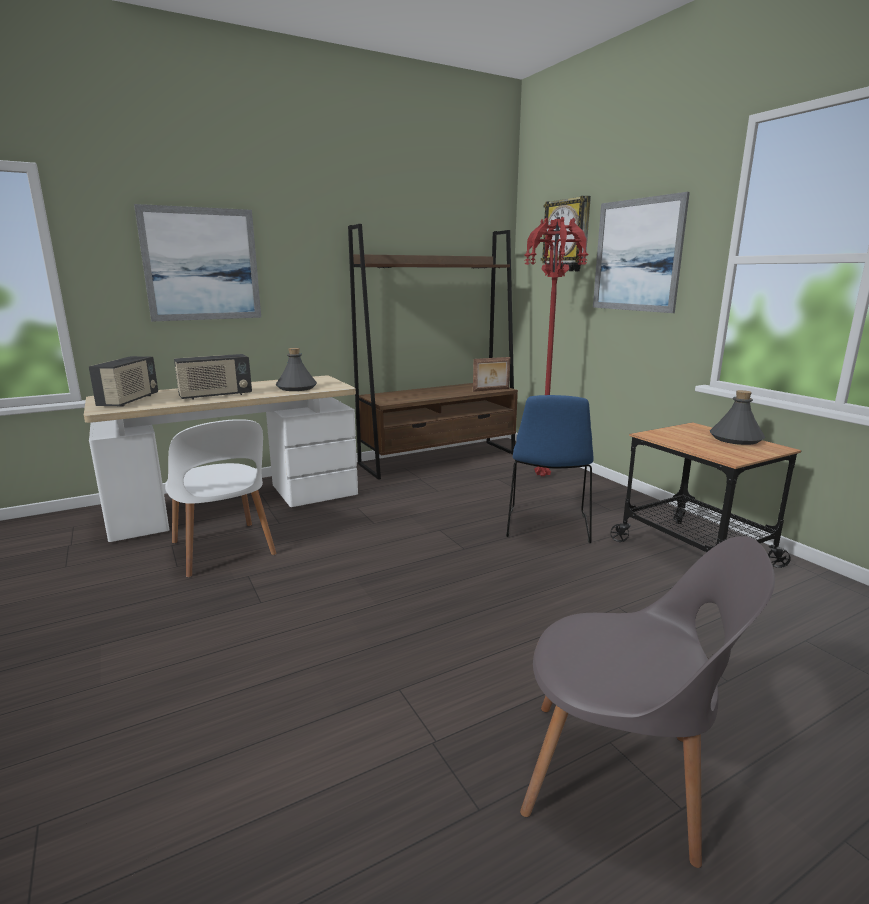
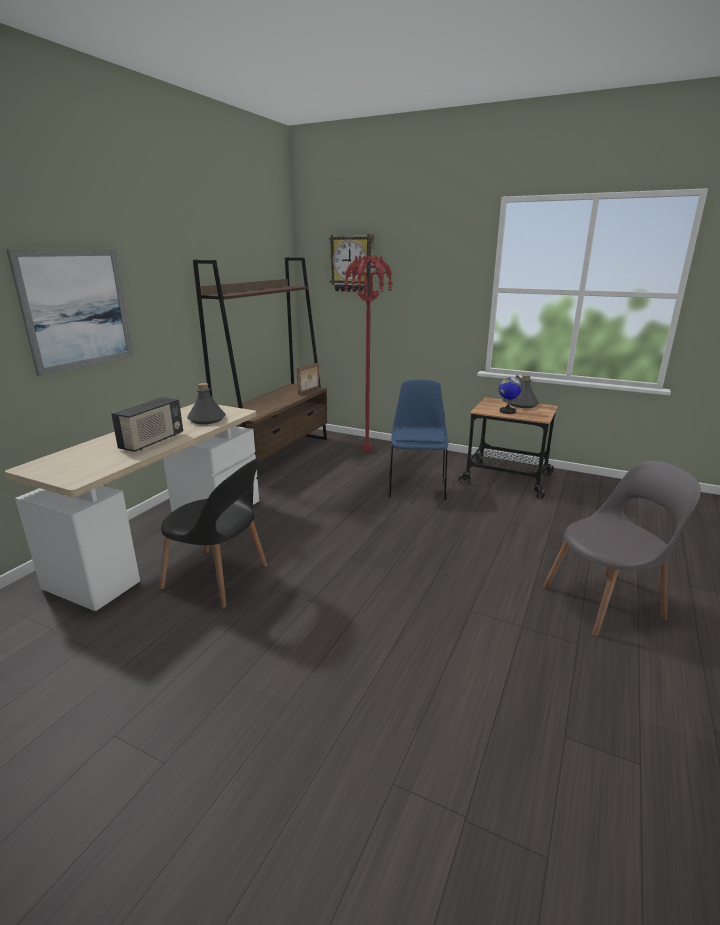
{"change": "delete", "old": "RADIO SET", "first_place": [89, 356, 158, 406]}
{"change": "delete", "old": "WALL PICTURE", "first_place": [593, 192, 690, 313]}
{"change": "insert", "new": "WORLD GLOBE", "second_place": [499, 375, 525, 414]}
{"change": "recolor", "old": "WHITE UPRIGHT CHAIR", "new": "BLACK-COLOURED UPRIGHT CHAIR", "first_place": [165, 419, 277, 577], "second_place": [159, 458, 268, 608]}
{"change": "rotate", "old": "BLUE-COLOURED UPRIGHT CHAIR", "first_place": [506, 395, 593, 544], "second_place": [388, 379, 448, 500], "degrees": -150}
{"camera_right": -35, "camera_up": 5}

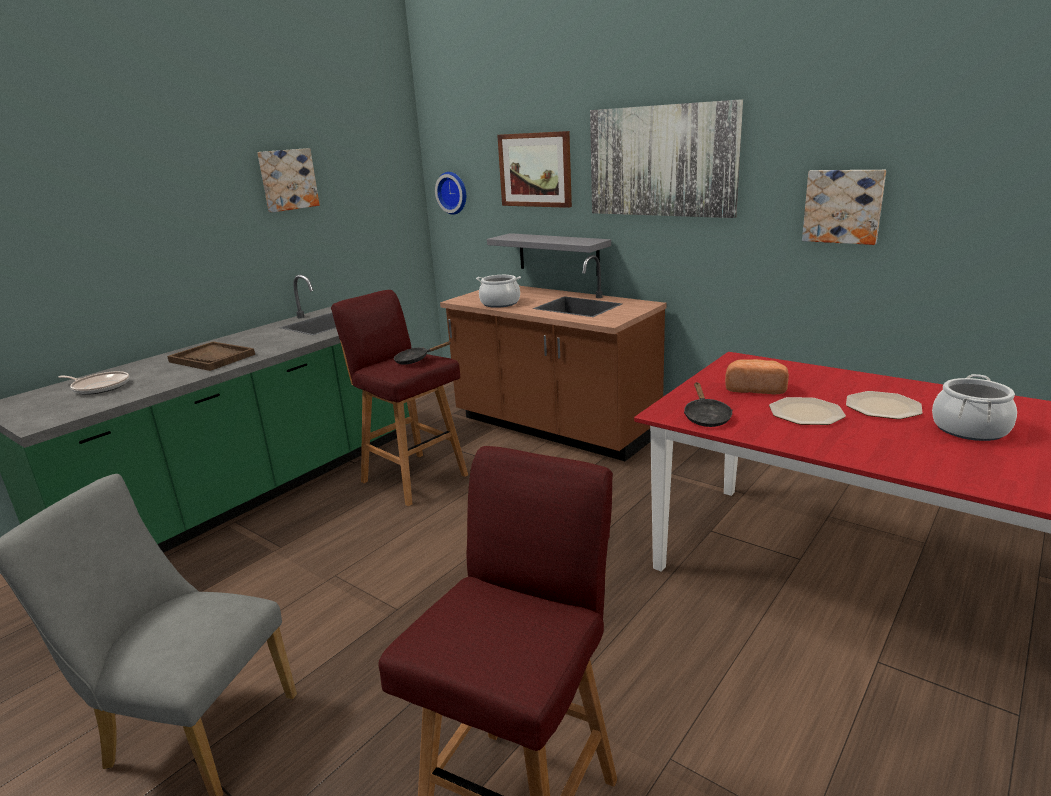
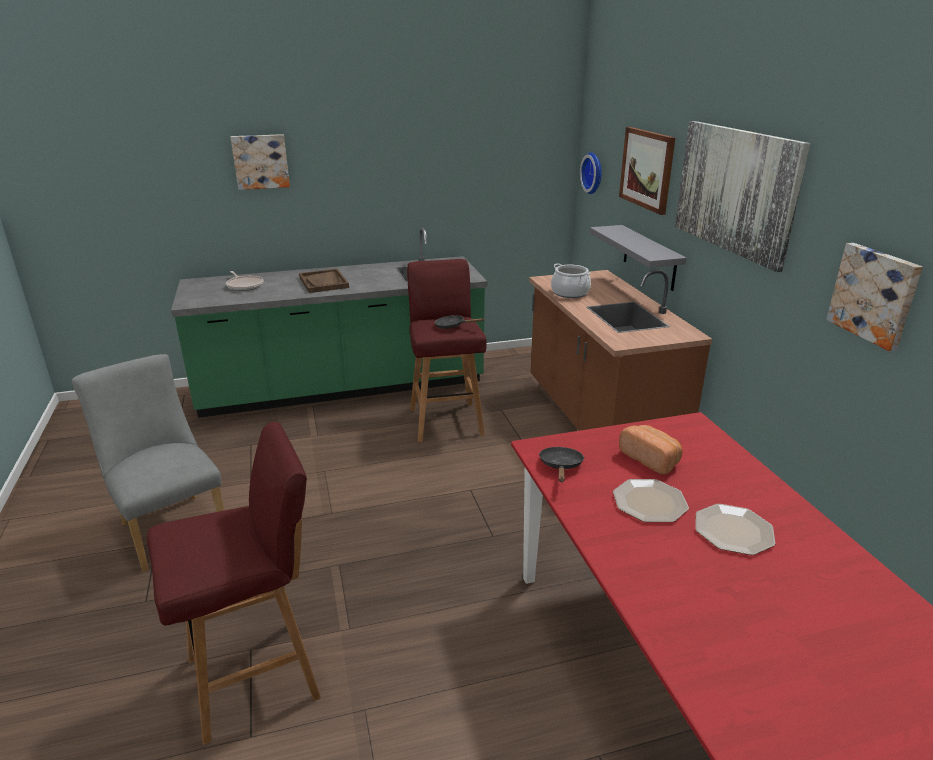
{"change": "delete", "old": "STOCKPOT", "first_place": [932, 374, 1017, 441]}
{"change": "move", "old": "WALL PICTURE", "first_place": [257, 148, 320, 213], "second_place": [231, 134, 290, 190]}
{"change": "rotate", "old": "BLACK-COLOURED FRYING PAN", "first_place": [684, 382, 732, 427], "second_place": [539, 447, 585, 482], "degrees": 150}
{"camera_right": 35, "camera_up": 5}

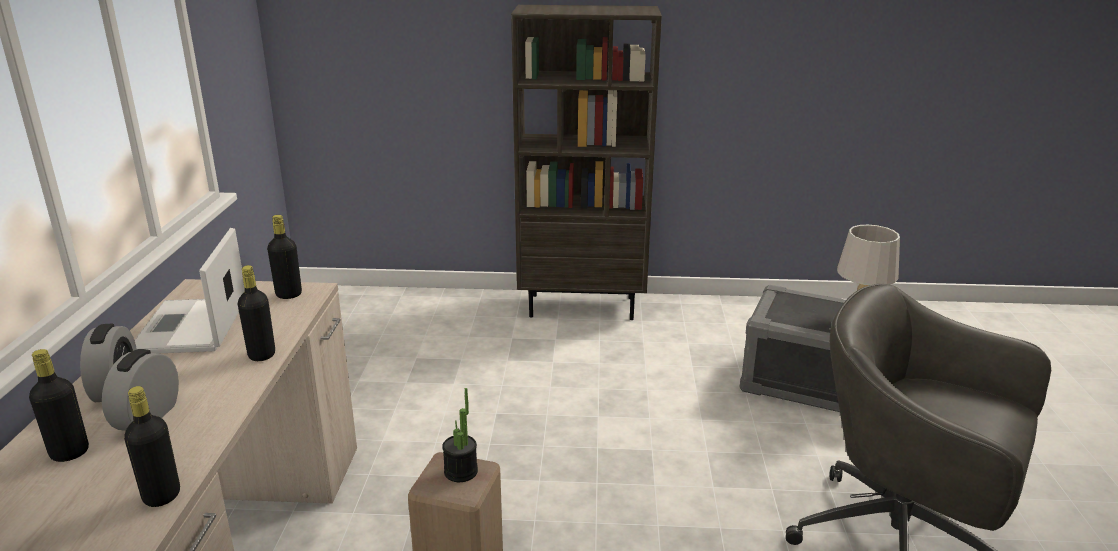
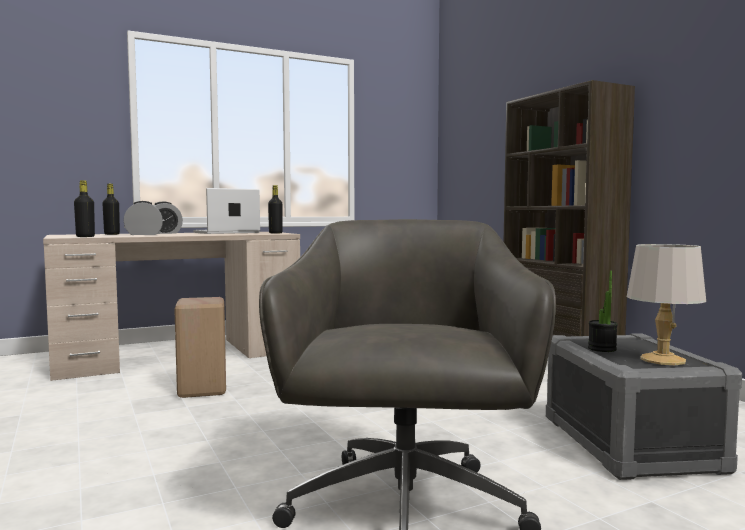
{"change": "delete", "old": "BLACK-COLOURED BEVERAGE BOTTLE", "first_place": [238, 265, 275, 361]}
{"change": "move", "old": "POTTED PLANT", "first_place": [442, 388, 478, 482], "second_place": [588, 271, 618, 352]}
{"camera_right": 60, "camera_up": -20}

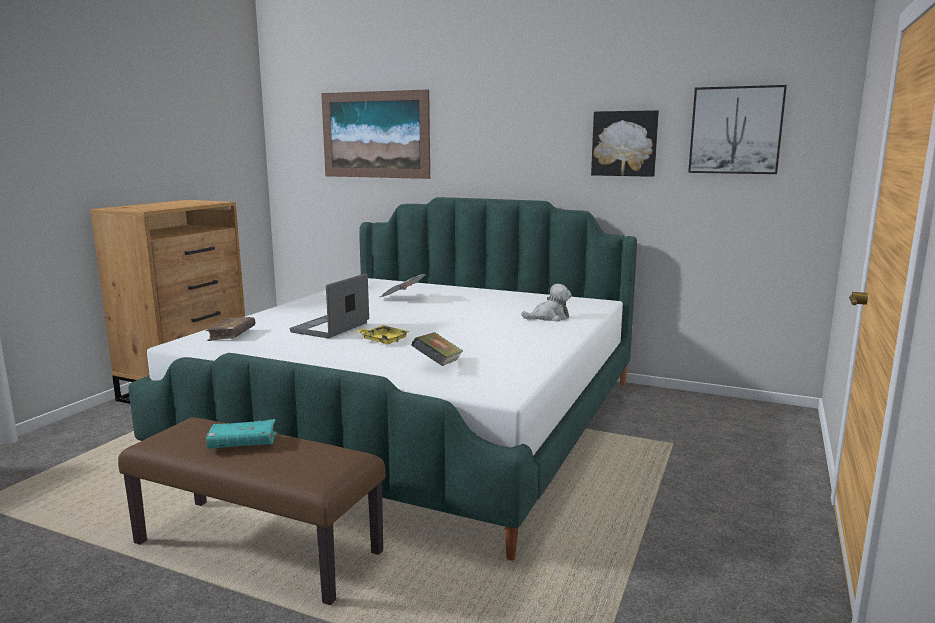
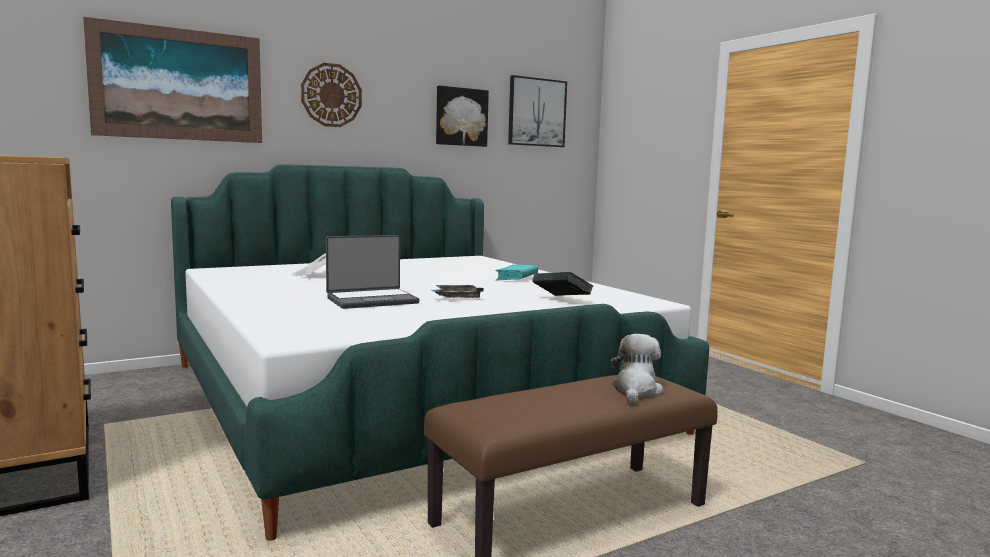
{"change": "delete", "old": "BROWN-COLOURED VOLUME", "first_place": [206, 317, 255, 341]}
{"change": "insert", "new": "HANGING CLOCK", "second_place": [301, 63, 362, 127]}
{"change": "move", "old": "TURQUOISE VOLUME", "first_place": [206, 419, 277, 449], "second_place": [495, 264, 538, 281]}
{"change": "move", "old": "CUDDLY TOY", "first_place": [522, 284, 572, 322], "second_place": [610, 334, 663, 403]}
{"change": "recolor", "old": "YELLOW-COLOURED TRAY", "new": "GREYISH TRAY", "first_place": [357, 325, 410, 344], "second_place": [431, 285, 483, 298]}
{"change": "rotate", "old": "LAPTOP", "first_place": [290, 274, 369, 338], "second_place": [326, 235, 420, 309], "degrees": -90}
{"camera_right": -55, "camera_up": -5}

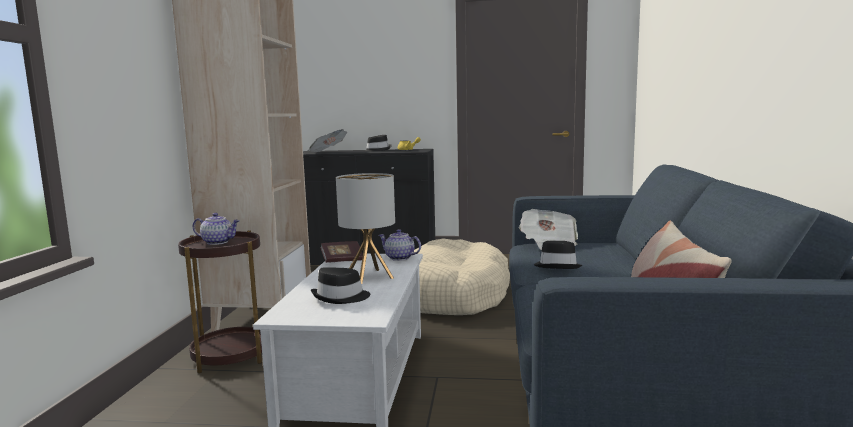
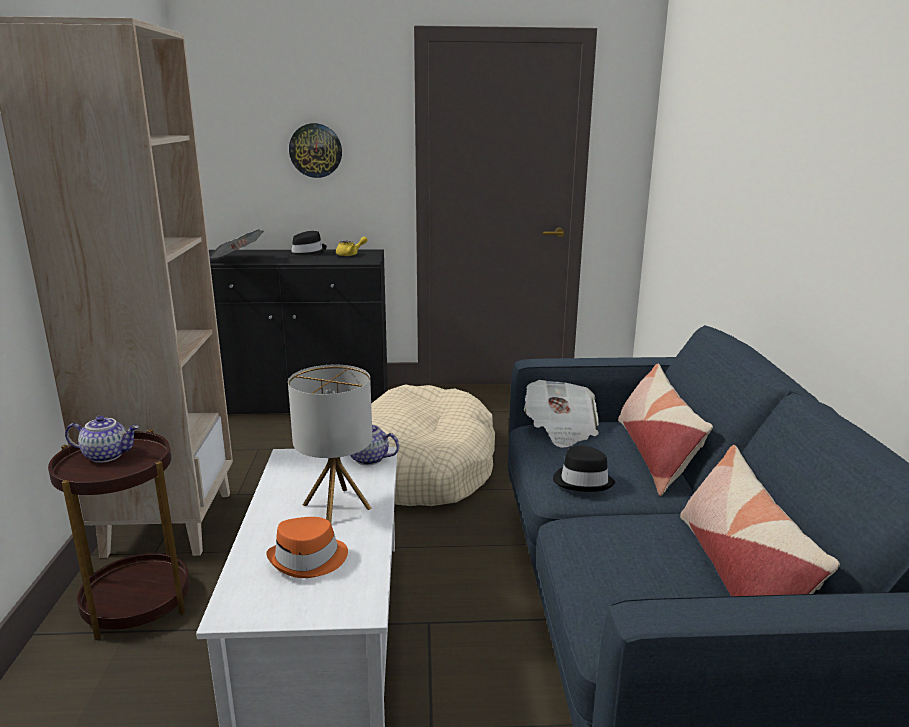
{"change": "delete", "old": "VOLUME", "first_place": [320, 241, 363, 263]}
{"change": "insert", "new": "HANGING CLOCK", "second_place": [289, 123, 342, 178]}
{"change": "insert", "new": "PILLOW", "second_place": [618, 363, 713, 496]}
{"change": "recolor", "old": "BLACK-COLOURED WEARABLE HAT", "new": "ORANGE-COLOURED WEARABLE HAT", "first_place": [311, 267, 370, 304], "second_place": [266, 517, 348, 578]}
{"camera_right": -10, "camera_up": 10}

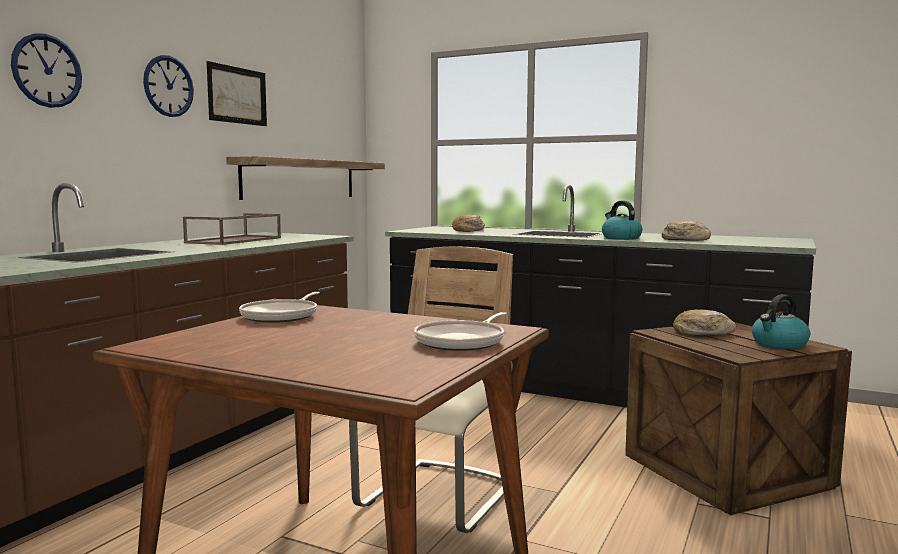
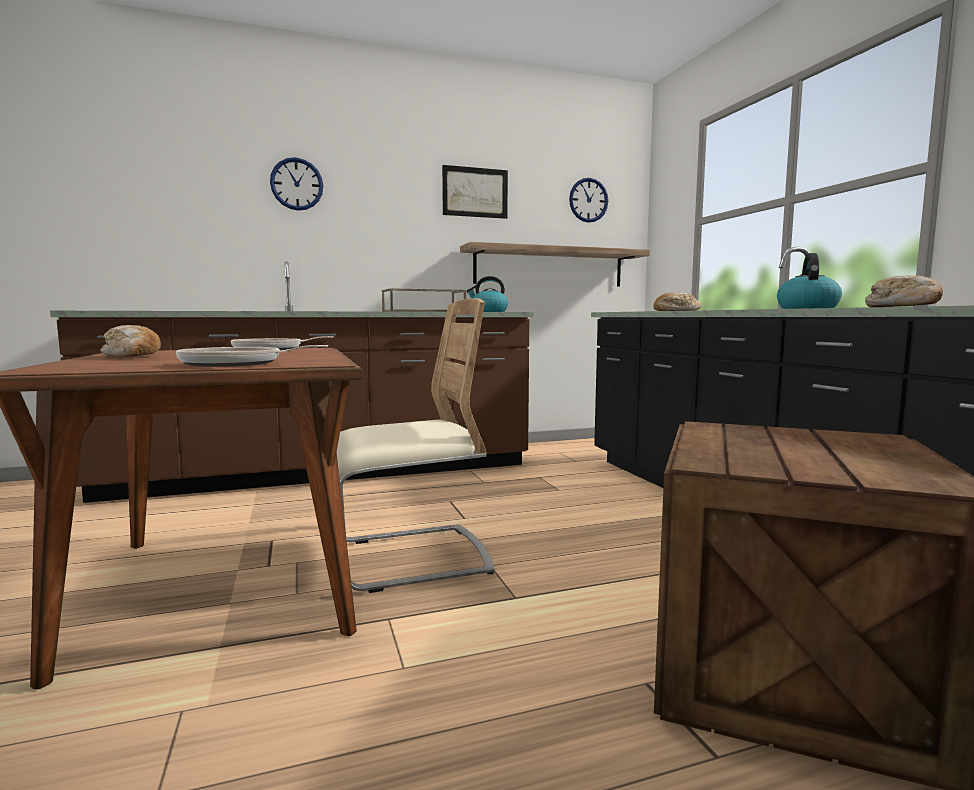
{"change": "move", "old": "HANGING CLOCK", "first_place": [143, 55, 194, 117], "second_place": [569, 178, 608, 223]}
{"change": "move", "old": "BAKERY BREAD", "first_place": [673, 309, 736, 335], "second_place": [100, 325, 161, 357]}
{"change": "move", "old": "WATER KETTLE", "first_place": [752, 294, 810, 349], "second_place": [467, 276, 508, 312]}
{"camera_right": 45, "camera_up": 0}

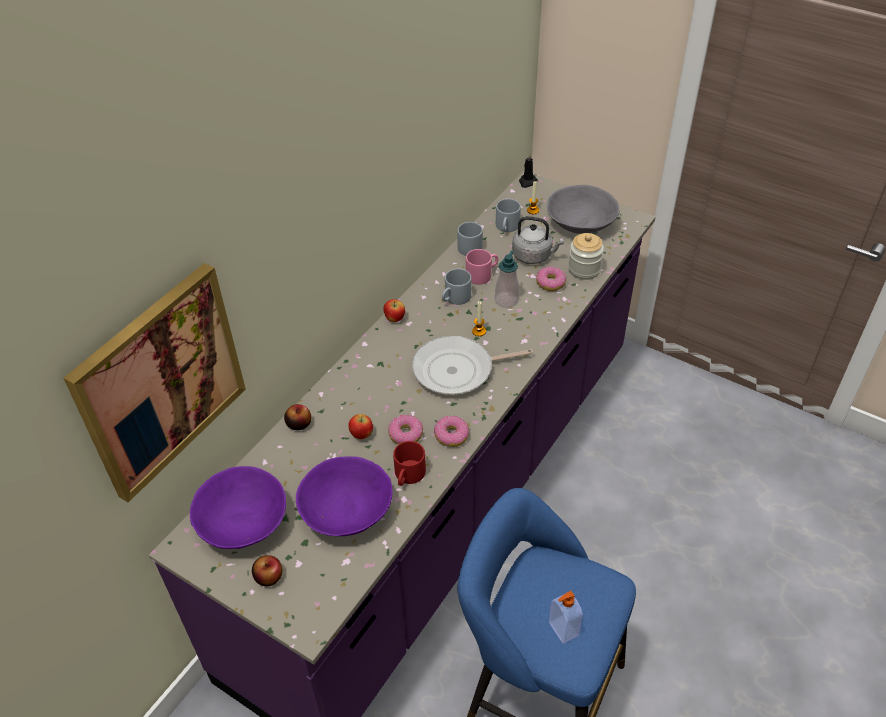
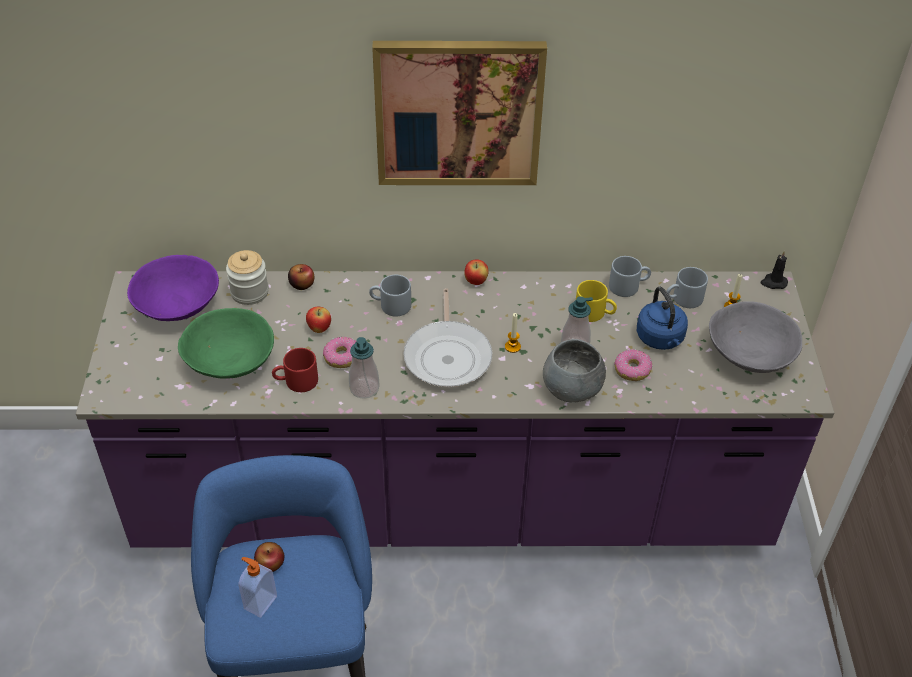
{"change": "insert", "new": "GREYISH DEEP DISH", "second_place": [543, 339, 606, 402]}
{"change": "move", "old": "WALL PICTURE", "first_place": [64, 263, 246, 502], "second_place": [372, 41, 547, 185]}
{"change": "move", "old": "APPLE", "first_place": [252, 555, 282, 586], "second_place": [254, 542, 284, 572]}
{"change": "move", "old": "GREYISH MUG", "first_place": [442, 268, 471, 305], "second_place": [369, 275, 411, 317]}
{"change": "move", "old": "STORAGE JAR", "first_place": [568, 233, 604, 280], "second_place": [226, 250, 269, 305]}
{"change": "replace", "old": "RING DOUGHNUT", "new": "SOAP BOTTLE", "first_place": [434, 416, 469, 447], "second_place": [349, 337, 380, 399]}
{"change": "recolor", "old": "PURPLE-COLOURED DEEP DISH", "new": "GREEN-COLOURED DEEP DISH", "first_place": [296, 456, 393, 536], "second_place": [178, 308, 274, 379]}
{"change": "recolor", "old": "PINKISH MUG", "new": "YELLOW-COLOURED MUG", "first_place": [466, 249, 498, 284], "second_place": [576, 280, 617, 322]}
{"change": "recolor", "old": "GREYISH WATER KETTLE", "new": "BLUE-COLOURED WATER KETTLE", "first_place": [512, 216, 564, 264], "second_place": [637, 287, 688, 350]}
{"change": "rotate", "old": "FRYING PAN", "first_place": [412, 336, 533, 395], "second_place": [403, 288, 492, 387], "degrees": -135}
{"camera_right": 55, "camera_up": 0}

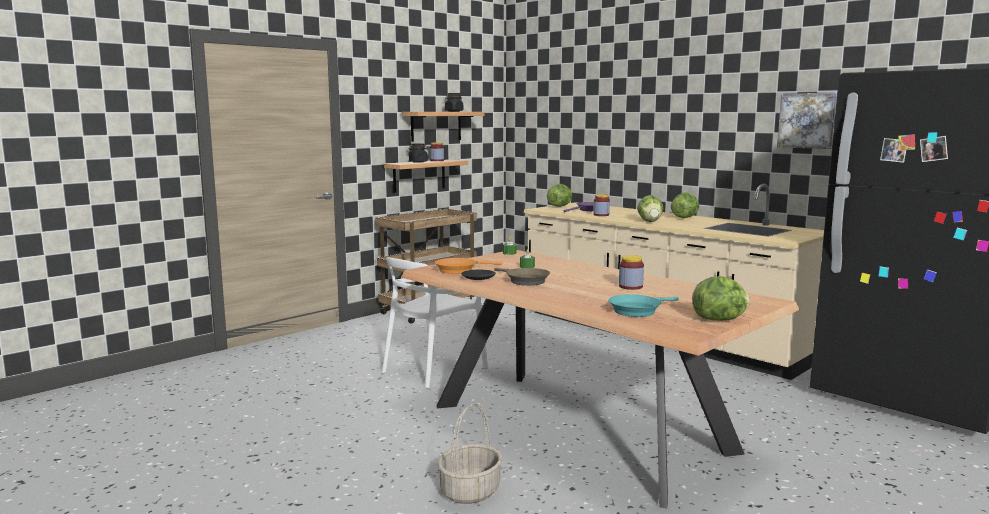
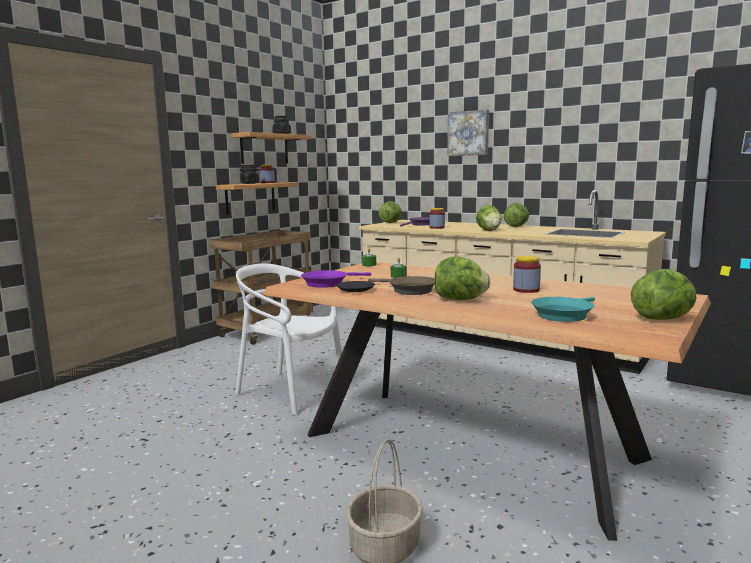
{"change": "insert", "new": "LETTUCE", "second_place": [434, 256, 490, 300]}
{"change": "move", "old": "WALL PICTURE", "first_place": [777, 93, 837, 149], "second_place": [447, 109, 489, 156]}
{"change": "recolor", "old": "ORANGE-COLOURED FRYING PAN", "new": "PURPLE-COLOURED FRYING PAN", "first_place": [435, 258, 502, 274], "second_place": [301, 270, 371, 288]}
{"change": "rotate", "old": "WHITE UPRIGHT CHAIR", "first_place": [382, 257, 488, 388], "second_place": [235, 263, 342, 415], "degrees": 90}
{"camera_right": -10, "camera_up": 0}

